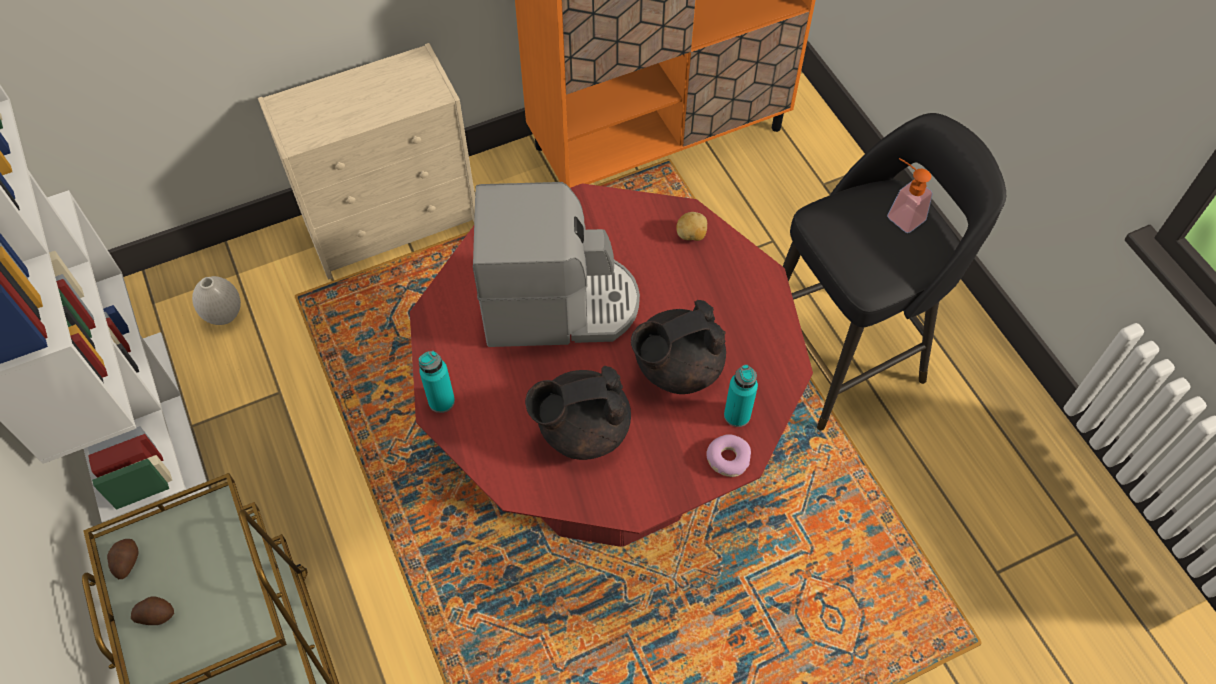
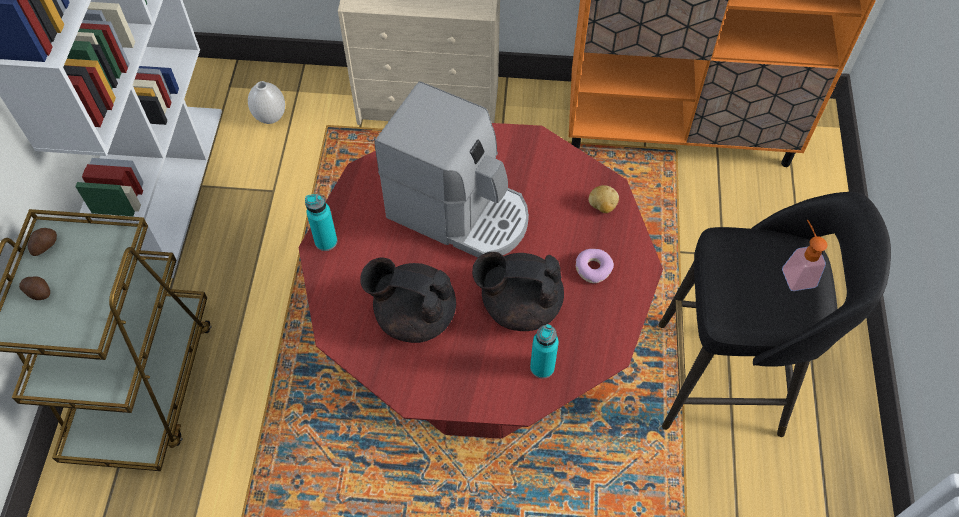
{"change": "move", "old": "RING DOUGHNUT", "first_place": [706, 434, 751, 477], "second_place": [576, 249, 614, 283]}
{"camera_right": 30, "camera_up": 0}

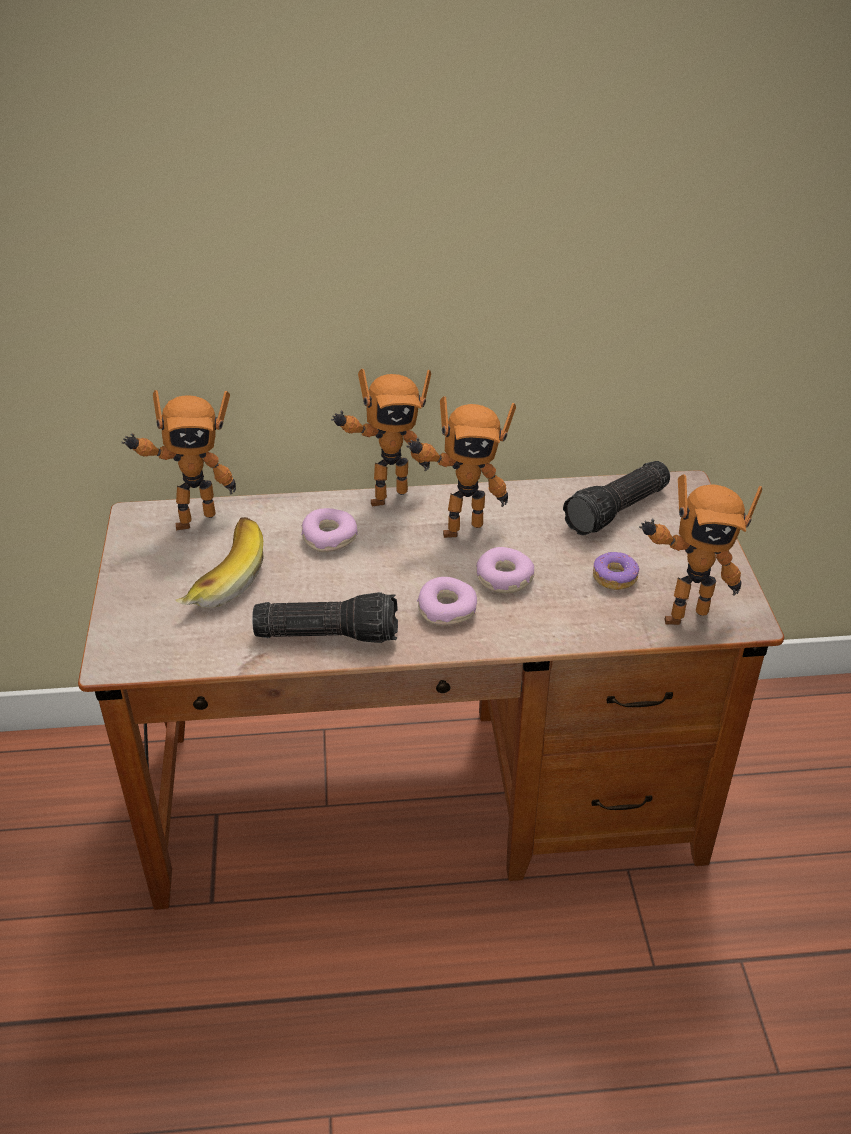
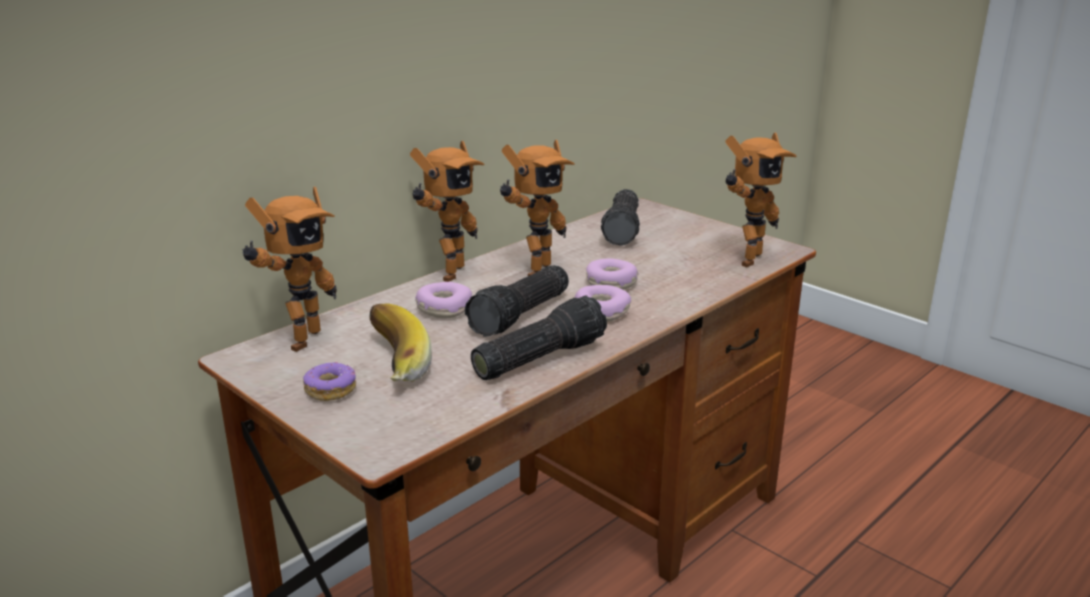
{"change": "insert", "new": "HAND TORCH", "second_place": [465, 265, 569, 337]}
{"change": "move", "old": "RING DOUGHNUT", "first_place": [593, 552, 639, 590], "second_place": [303, 362, 356, 401]}
{"camera_right": -40, "camera_up": -15}

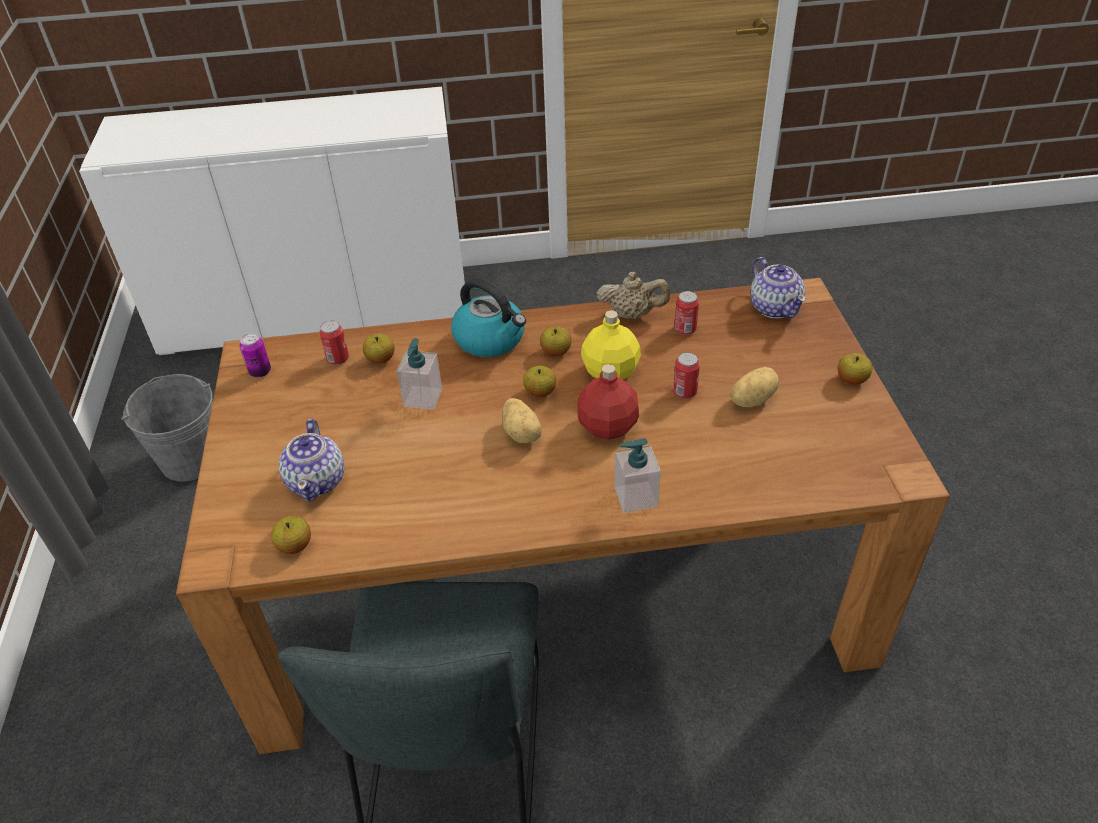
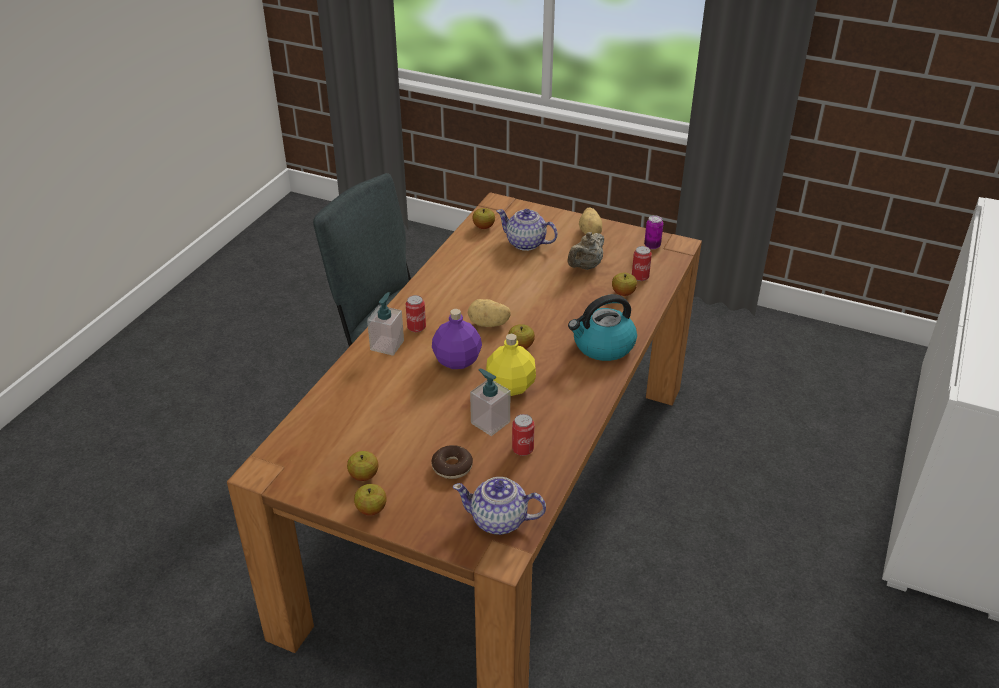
{"change": "delete", "old": "GREYISH WATER BUCKET", "first_place": [121, 374, 213, 482]}
{"change": "insert", "new": "RING DOUGHNUT", "second_place": [432, 445, 473, 479]}
{"change": "move", "old": "SOAP BOTTLE", "first_place": [397, 338, 442, 410], "second_place": [470, 369, 510, 436]}
{"change": "move", "old": "APPLE", "first_place": [540, 326, 572, 356], "second_place": [347, 451, 378, 481]}
{"change": "move", "old": "BEIGE TEAPOT", "first_place": [597, 272, 671, 319], "second_place": [567, 232, 604, 270]}
{"change": "move", "old": "METAL CAN", "first_place": [673, 352, 700, 399], "second_place": [406, 295, 426, 332]}
{"change": "move", "old": "POTATO", "first_place": [731, 367, 779, 407], "second_place": [579, 208, 602, 234]}
{"change": "recolor", "old": "RED BEVERAGE BOTTLE", "new": "PURPLE-COLOURED BEVERAGE BOTTLE", "first_place": [577, 364, 639, 440], "second_place": [432, 309, 482, 369]}
{"camera_right": 120, "camera_up": -5}

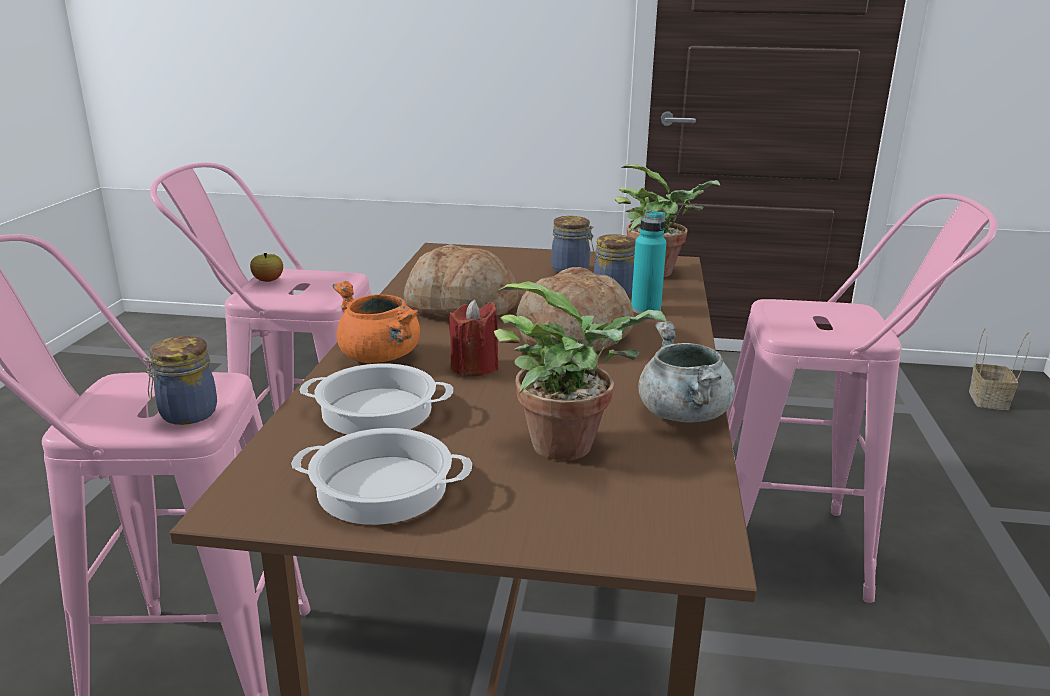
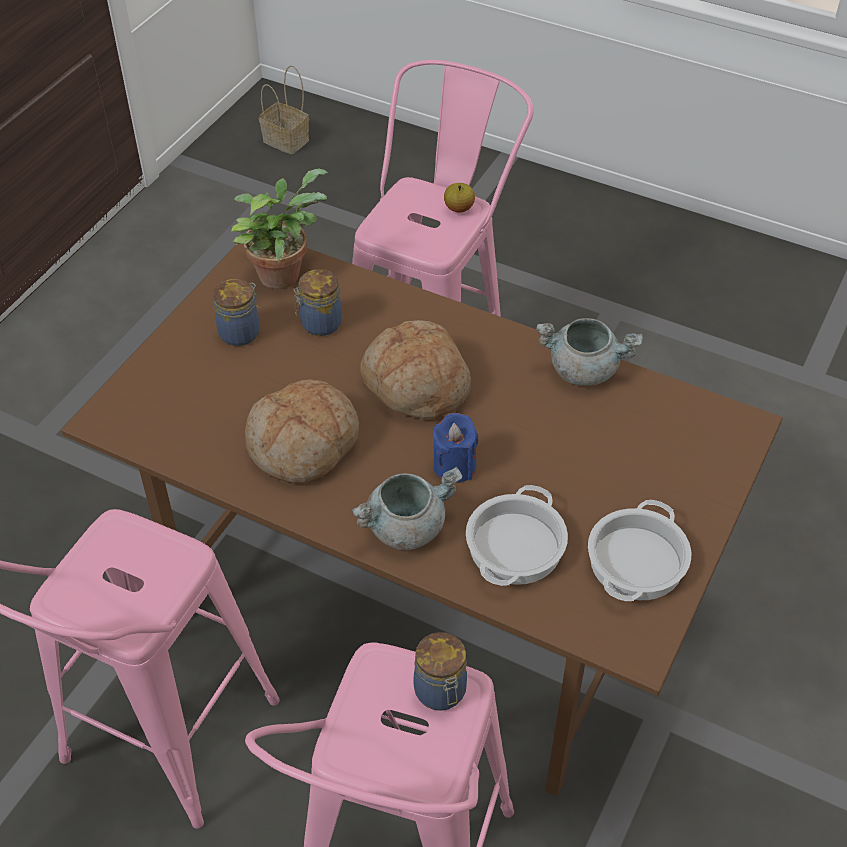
{"change": "delete", "old": "POTTED PLANT", "first_place": [494, 281, 667, 460]}
{"change": "delete", "old": "TURQUOISE BEVERAGE BOTTLE", "first_place": [631, 210, 666, 314]}
{"change": "move", "old": "APPLE", "first_place": [250, 253, 283, 282], "second_place": [444, 183, 475, 213]}
{"change": "recolor", "old": "ORANGE-COLOURED STOCKPOT", "new": "GREYISH STOCKPOT", "first_place": [332, 281, 420, 363], "second_place": [352, 467, 462, 550]}
{"change": "recolor", "old": "RED CANDLE", "new": "BLUE-COLOURED CANDLE", "first_place": [449, 299, 499, 376], "second_place": [432, 413, 478, 483]}
{"camera_right": -70, "camera_up": 25}

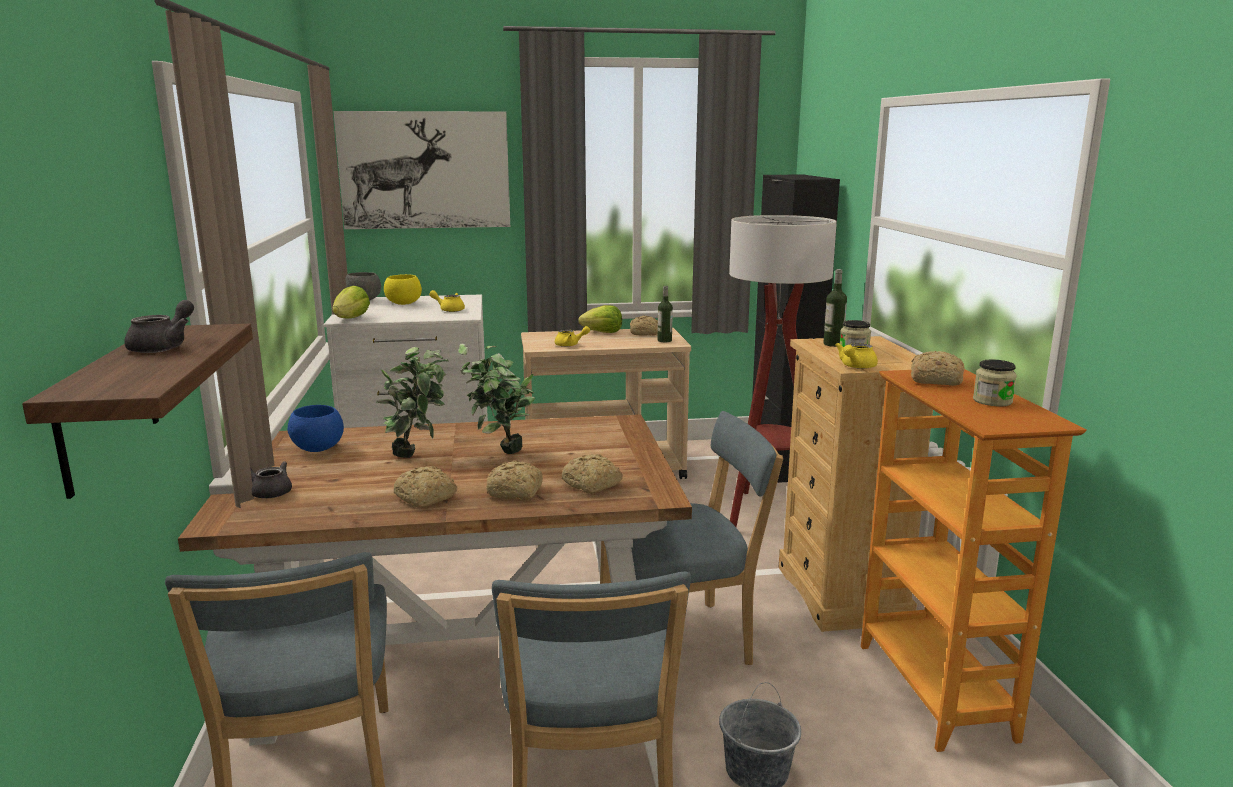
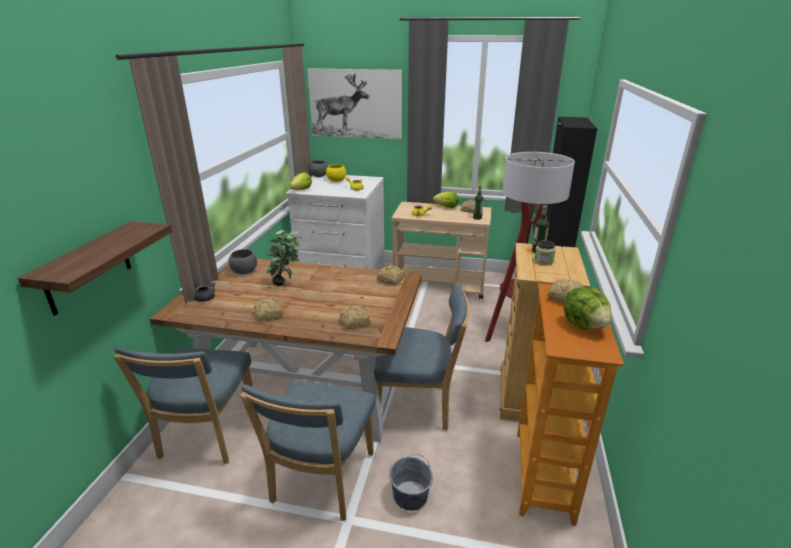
{"change": "delete", "old": "GREYISH TEAPOT", "first_place": [124, 300, 194, 353]}
{"change": "delete", "old": "POTTED PLANT", "first_place": [458, 344, 535, 454]}
{"change": "delete", "old": "YELLOW-COLOURED TEAPOT", "first_place": [835, 343, 878, 369]}
{"change": "move", "old": "BAKERY BREAD", "first_place": [486, 460, 543, 500], "second_place": [377, 265, 405, 285]}
{"change": "replace", "old": "STORAGE JAR", "new": "LETTUCE", "first_place": [973, 360, 1017, 406], "second_place": [563, 287, 611, 329]}
{"change": "recolor", "old": "BLUE-COLOURED DEEP DISH", "new": "GREYISH DEEP DISH", "first_place": [287, 405, 344, 452], "second_place": [228, 249, 257, 275]}
{"camera_right": 20, "camera_up": 10}

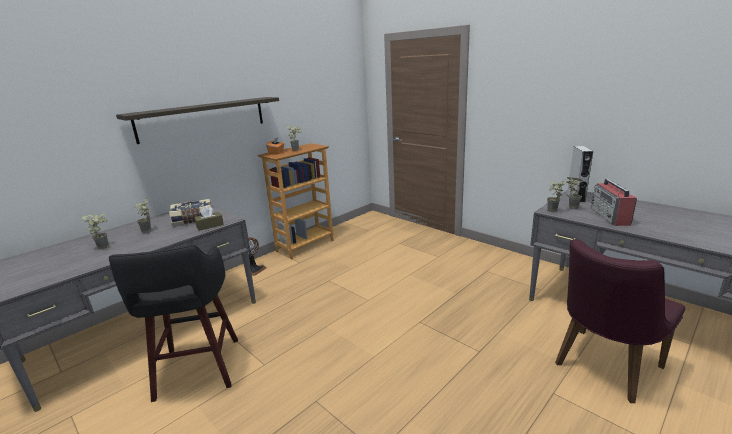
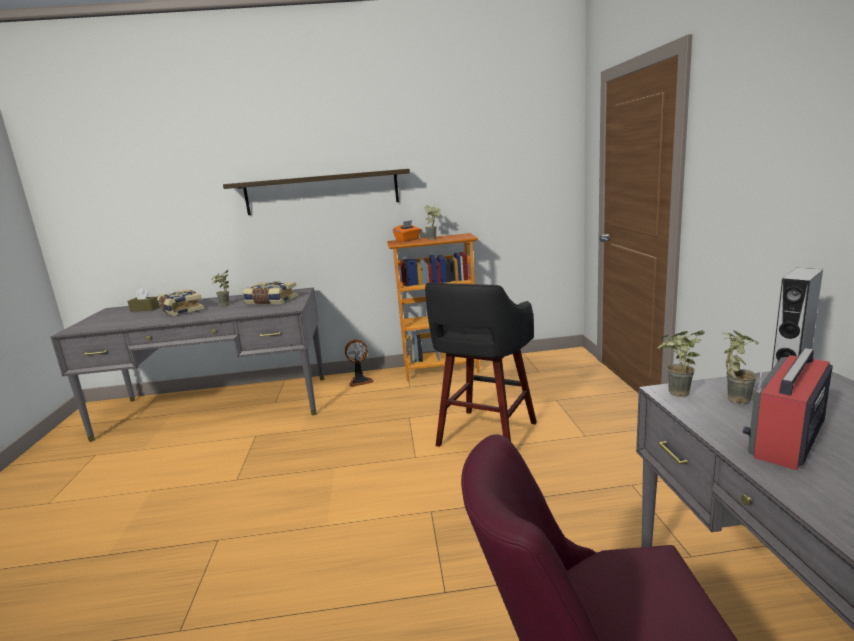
{"change": "move", "old": "BLACK-COLOURED SITTING STOOL", "first_place": [109, 245, 238, 402], "second_place": [425, 283, 537, 447]}
{"change": "move", "old": "BROWN-COLOURED TISSUE HOLDER", "first_place": [194, 206, 224, 231], "second_place": [127, 288, 160, 312]}
{"change": "replace", "old": "POTTED PLANT", "new": "VOLUME", "first_place": [81, 214, 109, 250], "second_place": [157, 289, 204, 316]}
{"camera_right": 40, "camera_up": -5}

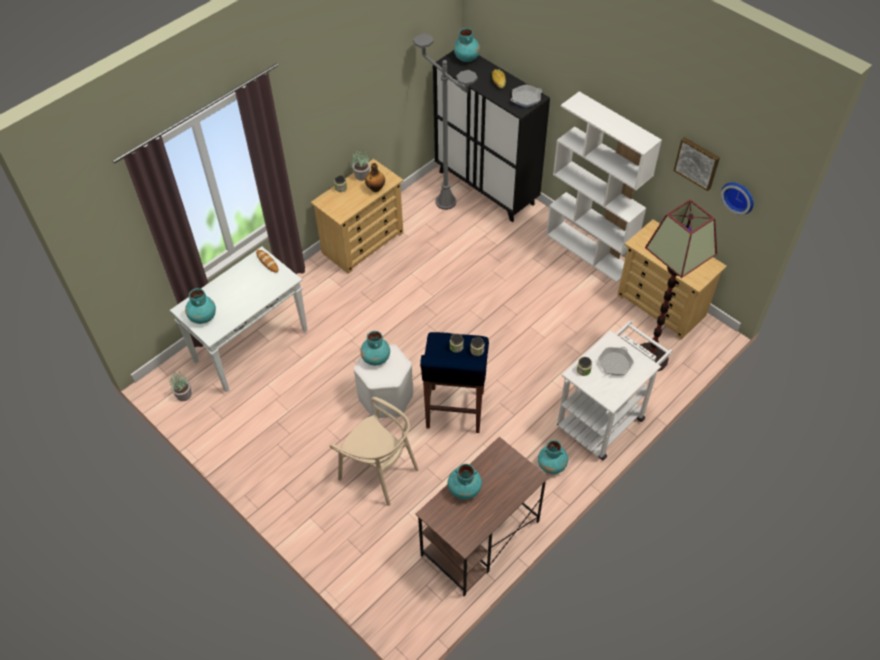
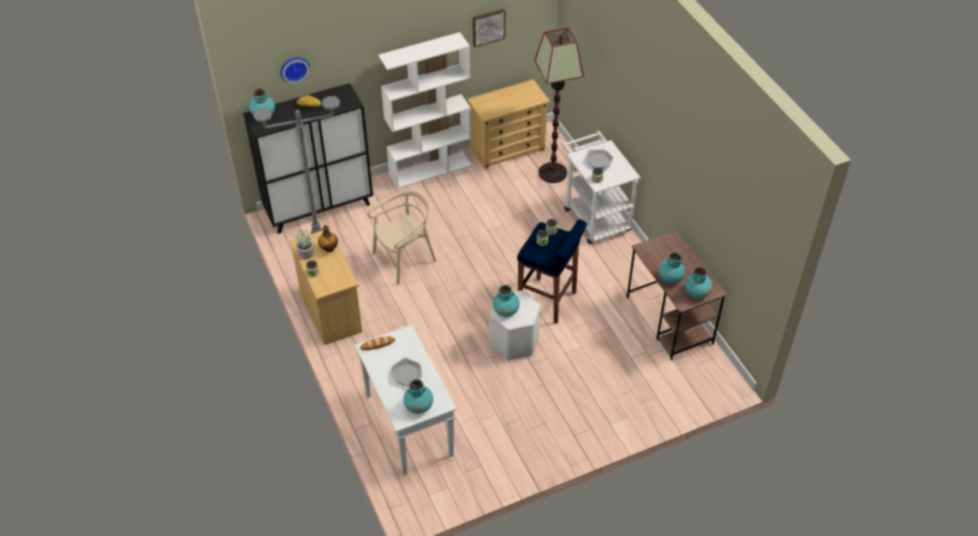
{"change": "delete", "old": "POTTED PLANT", "first_place": [169, 370, 192, 401]}
{"change": "move", "old": "BEIGE UPRIGHT CHAIR", "first_place": [330, 397, 419, 506], "second_place": [367, 190, 436, 285]}
{"change": "move", "old": "FRYING PAN", "first_place": [511, 85, 542, 108], "second_place": [391, 357, 422, 387]}
{"change": "move", "old": "TURQUOISE DECORATIVE VASE", "first_place": [538, 440, 568, 474], "second_place": [685, 267, 712, 299]}
{"change": "move", "old": "HANGING CLOCK", "first_place": [721, 182, 754, 215], "second_place": [280, 57, 310, 84]}
{"camera_right": -70, "camera_up": -5}

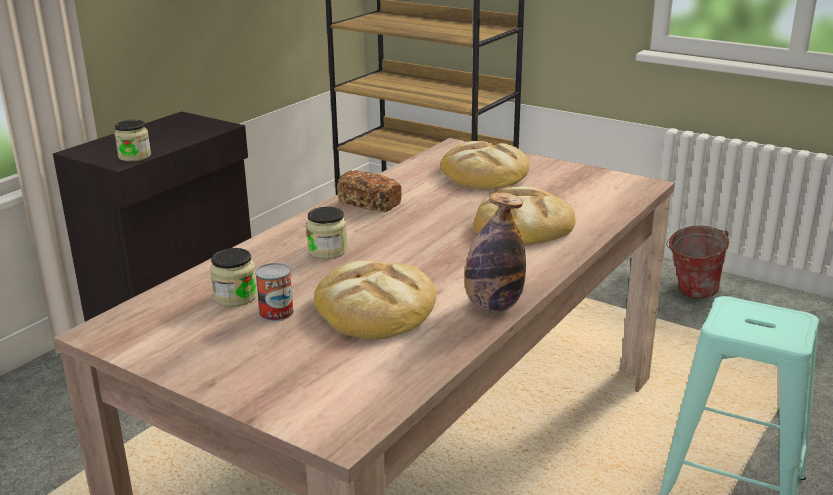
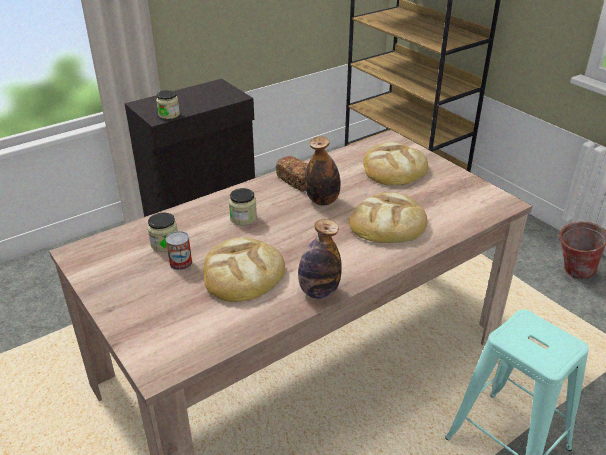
{"change": "insert", "new": "BEVERAGE BOTTLE", "second_place": [305, 137, 341, 205]}
{"camera_right": 20, "camera_up": 10}

